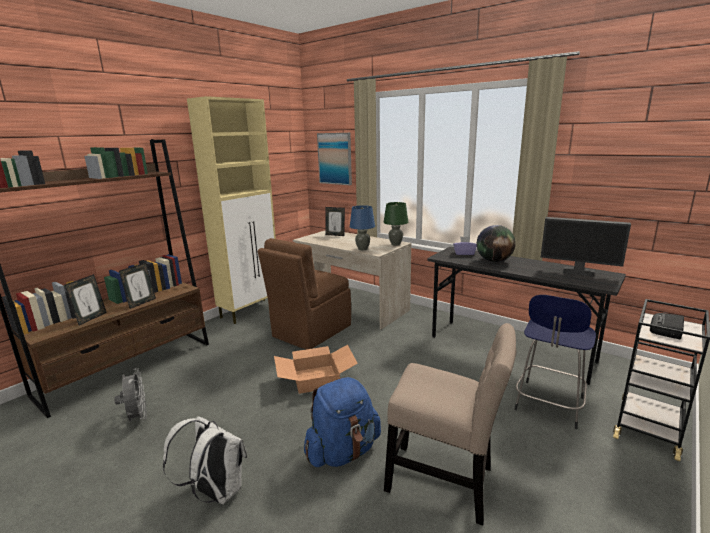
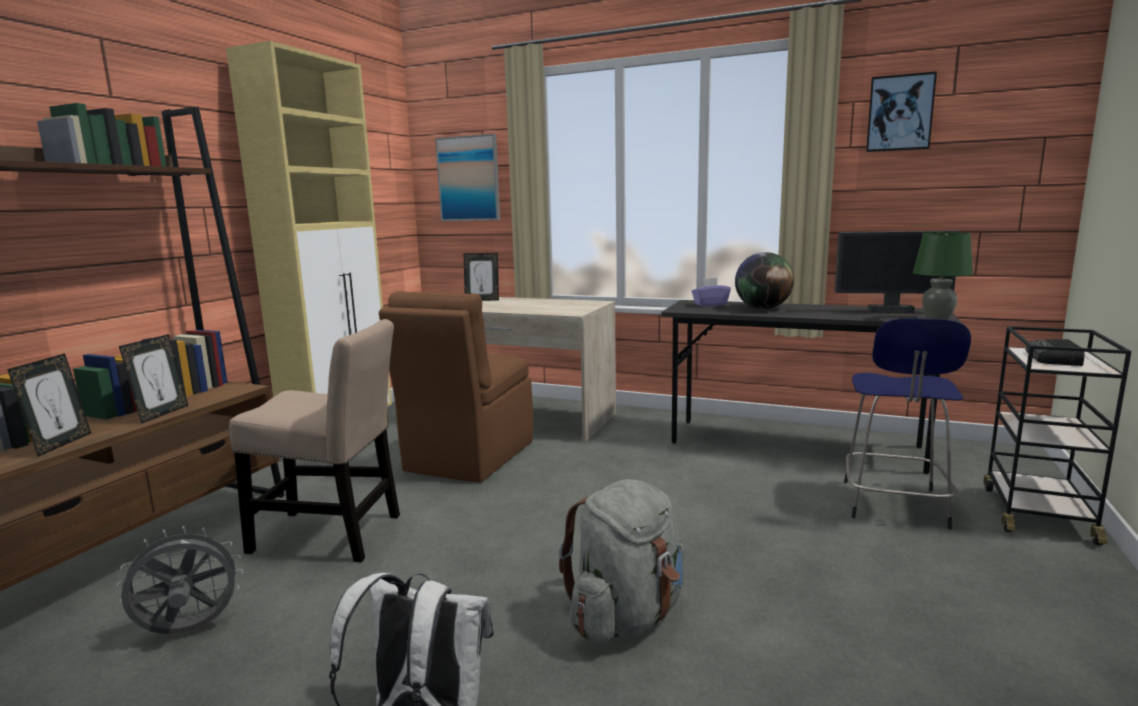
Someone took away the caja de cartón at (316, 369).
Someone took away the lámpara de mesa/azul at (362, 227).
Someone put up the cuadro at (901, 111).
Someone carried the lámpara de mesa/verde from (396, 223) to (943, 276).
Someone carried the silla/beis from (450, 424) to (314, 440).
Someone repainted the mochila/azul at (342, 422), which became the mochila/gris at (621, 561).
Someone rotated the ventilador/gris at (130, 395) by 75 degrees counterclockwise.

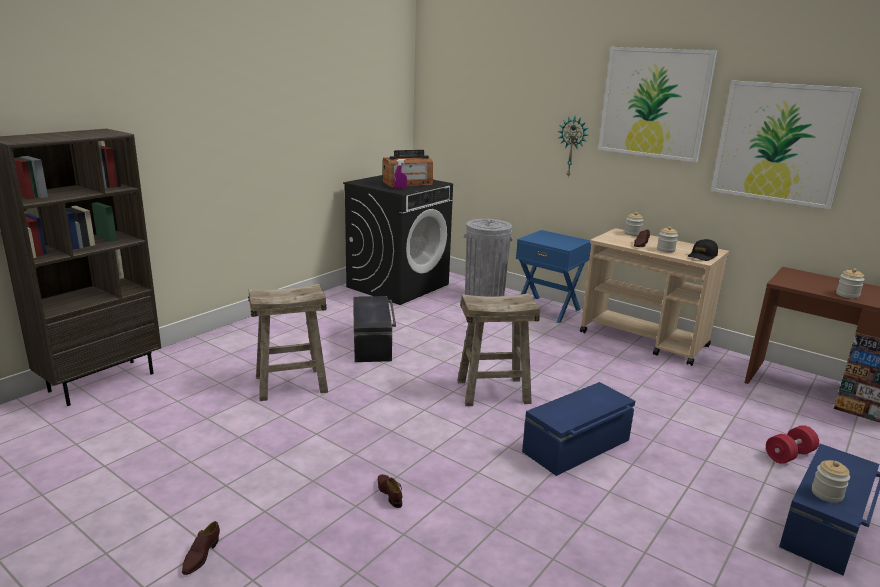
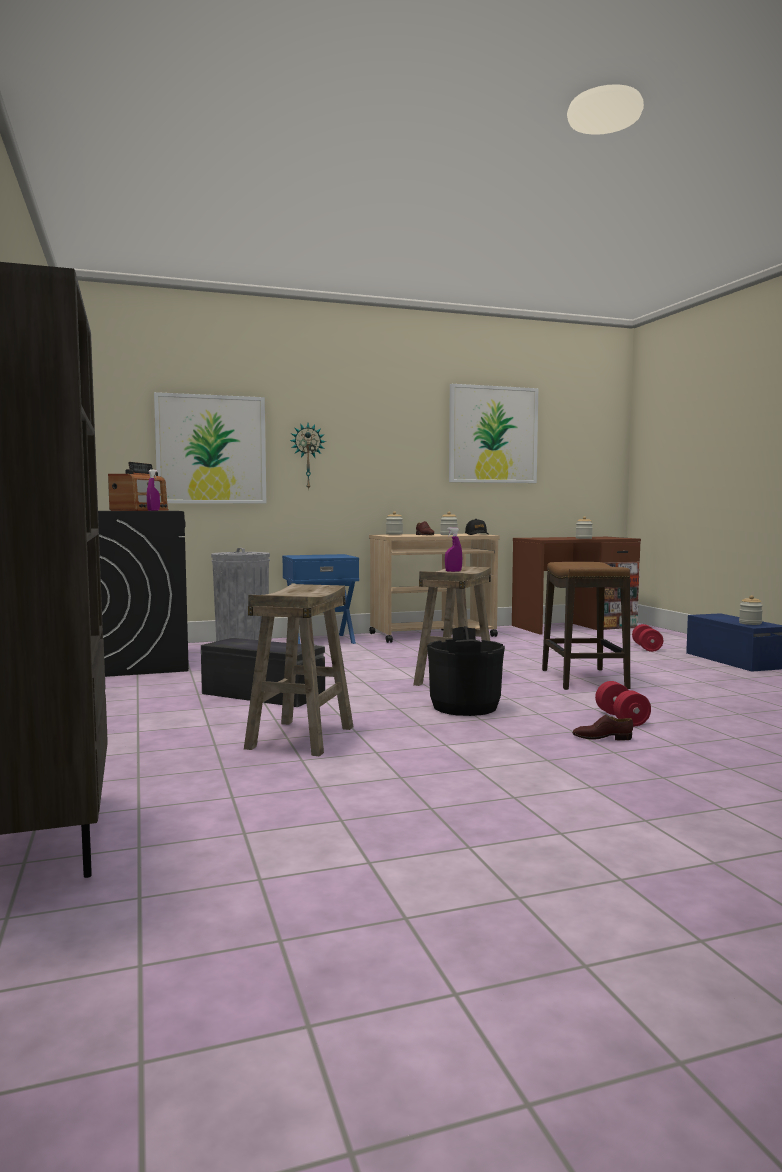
Someone took away the zapato/marrón at (201, 548).
Someone put down the cubo/negro at (466, 671).
Someone put down the pulverizador/morado at (453, 549).
Someone put down the mancuerna/rojo at (623, 703).
Someone carried the cuadro from (657, 104) to (210, 447).
Someone swapped the caja de almacenaje/azul at (578, 429) for the taburete at (586, 626).

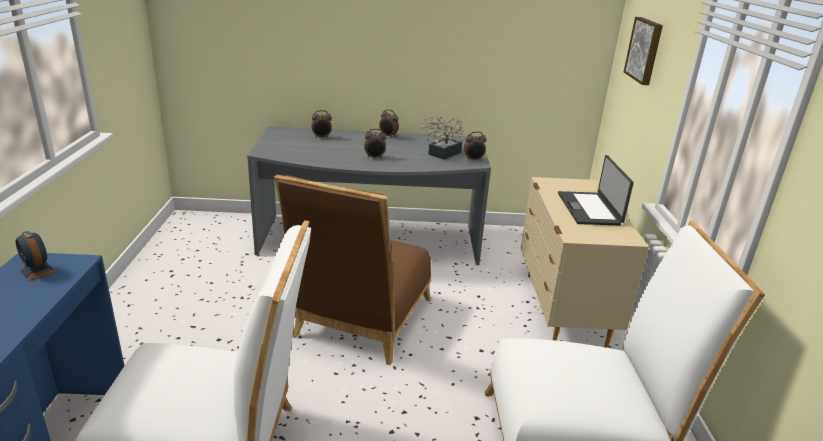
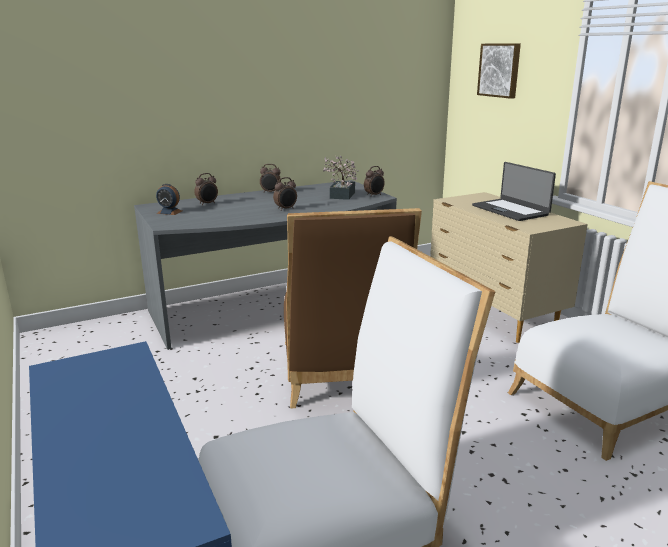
Someone carried the despertador from (35, 256) to (169, 199).

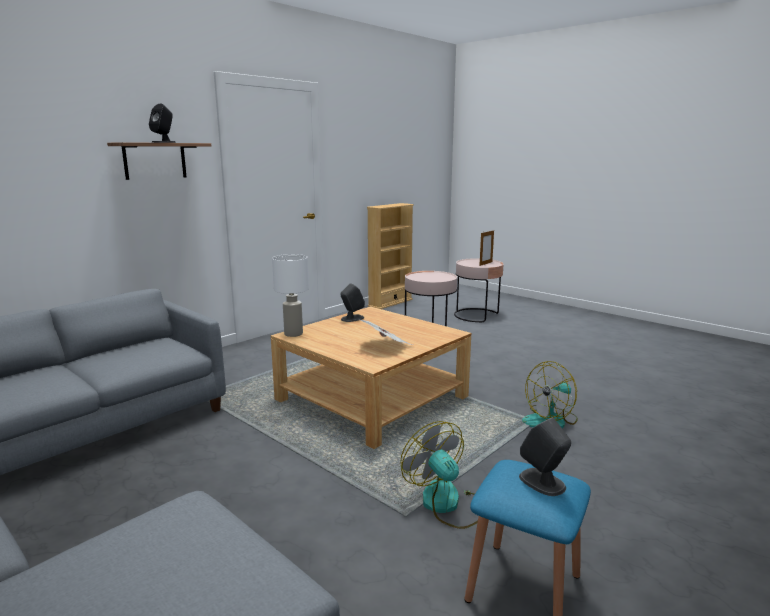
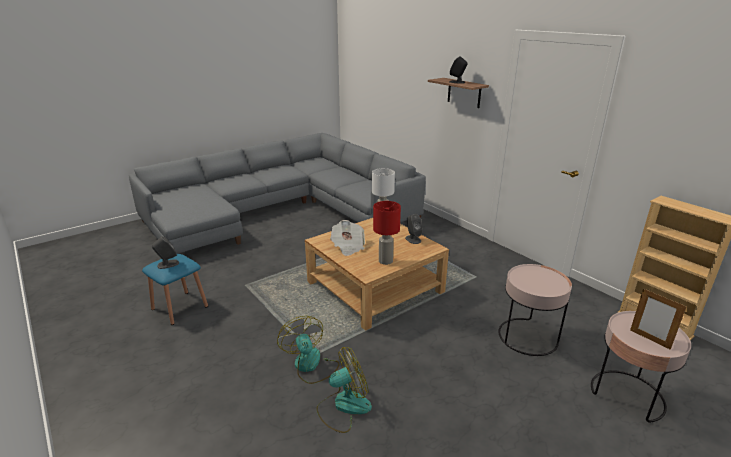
Someone put down the lámpara de mesa/rojo at (387, 233).
Someone carried the ventilador from (439, 475) to (344, 390).

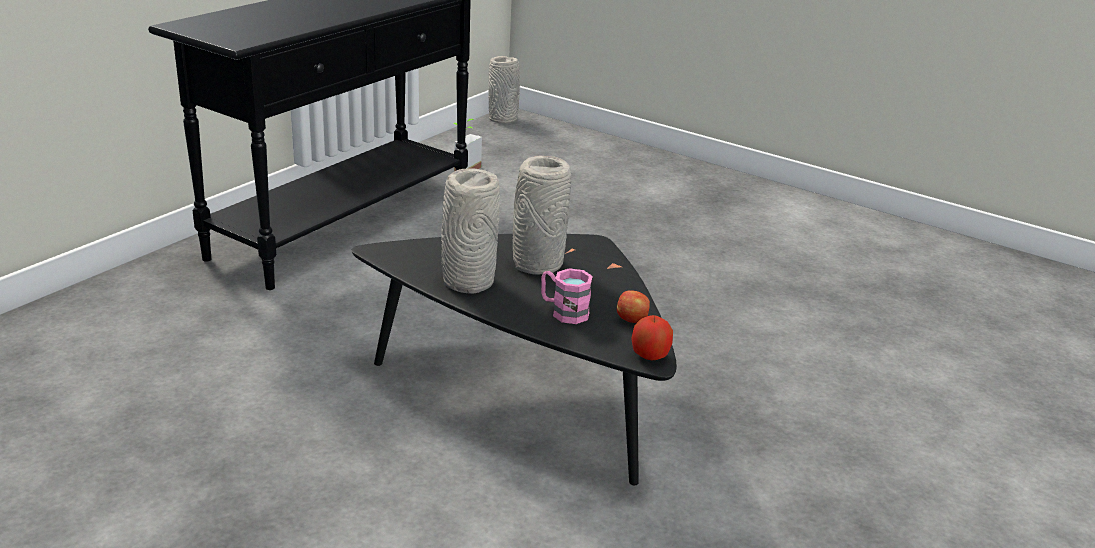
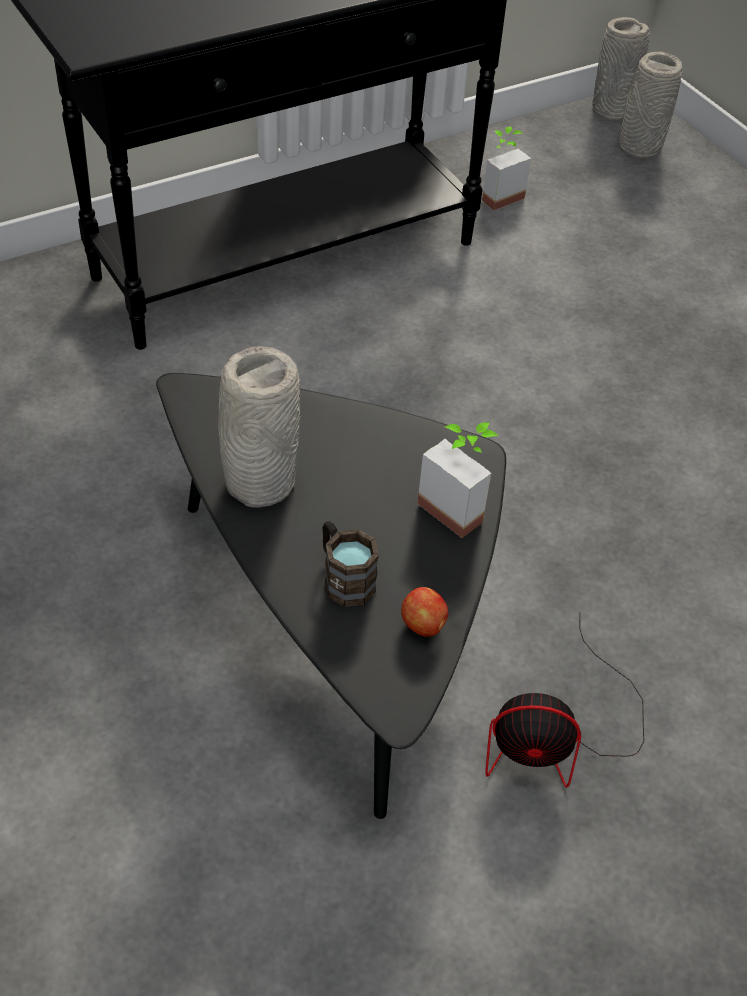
Someone took away the manzana at (652, 337).
Someone put down the planta en maceta at (458, 480).
Someone put down the ventilador at (564, 700).
Someone carried the florero/gris from (542, 215) to (651, 104).
Someone repainted the taza grande/rosa at (567, 296), which became the taza grande/marrón at (350, 564).

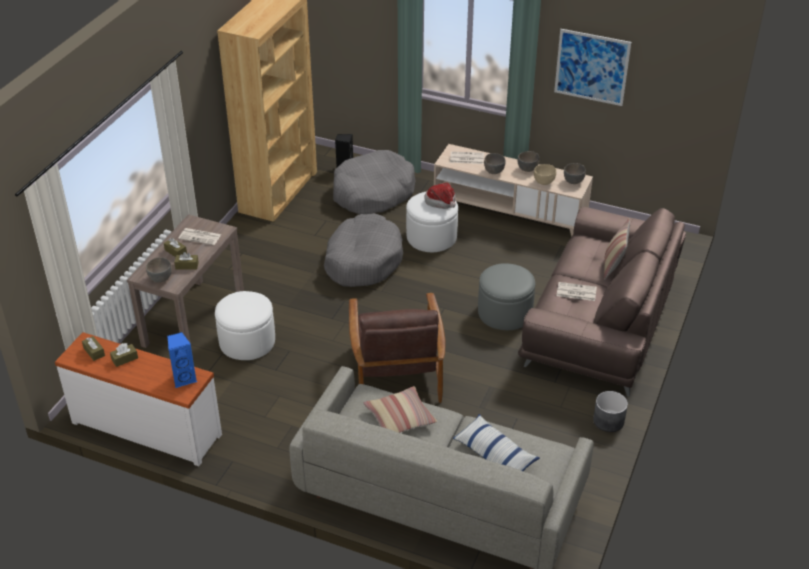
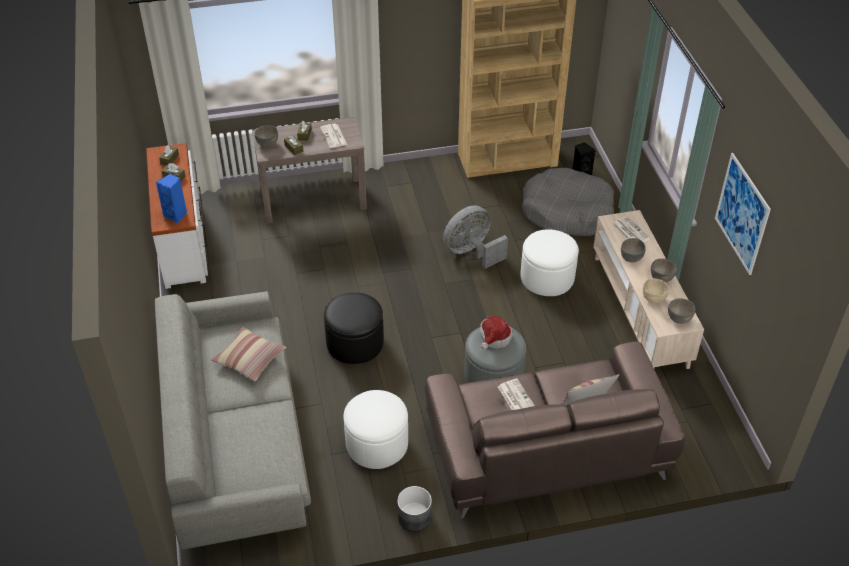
Someone took away the cojín at (496, 442).
Someone carried the puf/blanco from (245, 325) to (375, 429).
Someone carried the sombrero from (440, 196) to (496, 333).
Someone swapped the cama para perro/gris at (363, 250) for the ventilador/gris at (475, 237).
Someone swapped the sillón/marrón at (397, 348) for the puf/negro at (354, 328).

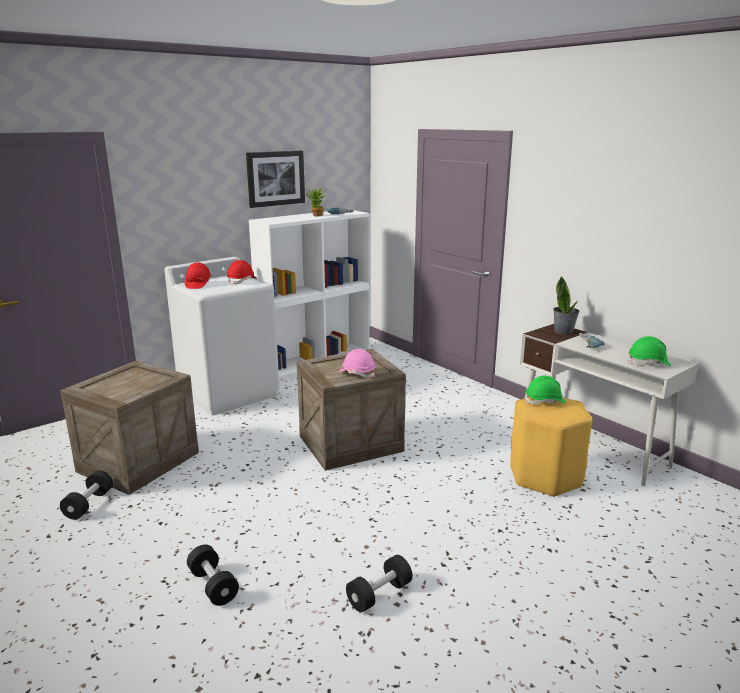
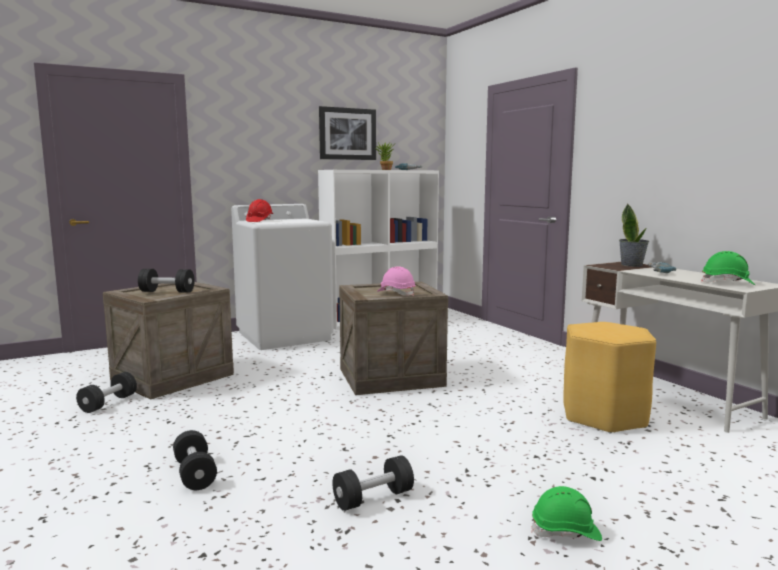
Someone took away the casco/rojo at (242, 272).
Someone put down the mancuerna/negro at (166, 281).
Someone carried the casco/verde from (546, 390) to (566, 513).

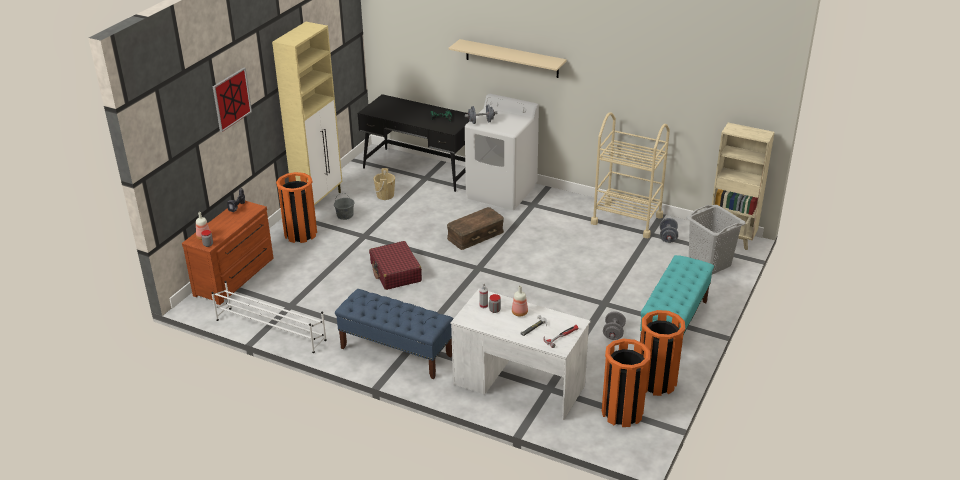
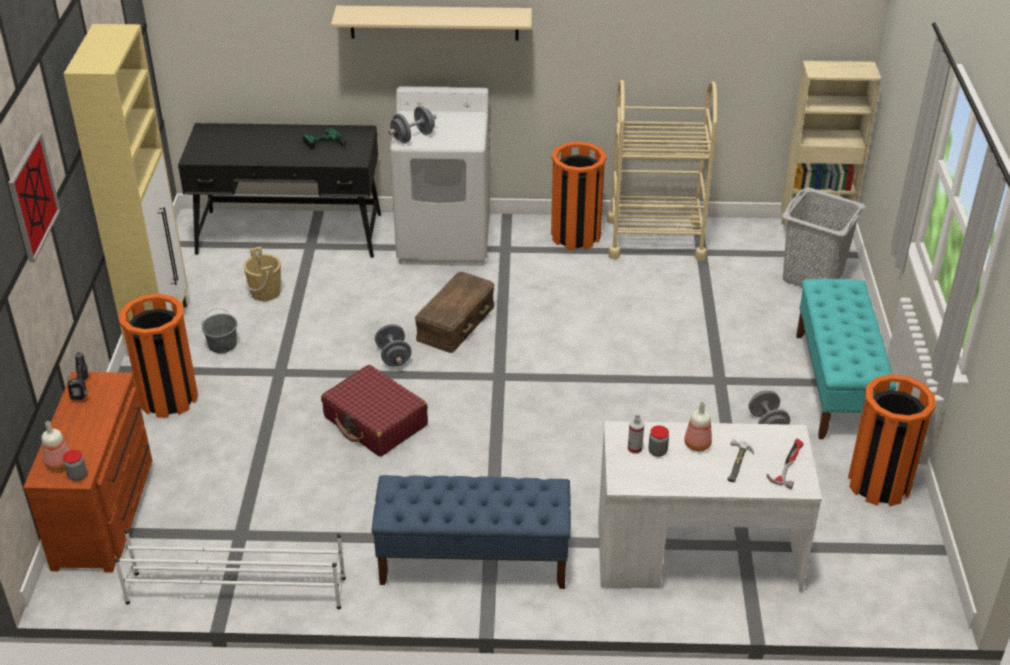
Someone carried the papelera/naranja from (626, 382) to (579, 195).
Someone carried the mancuerna/gris from (669, 230) to (393, 345).

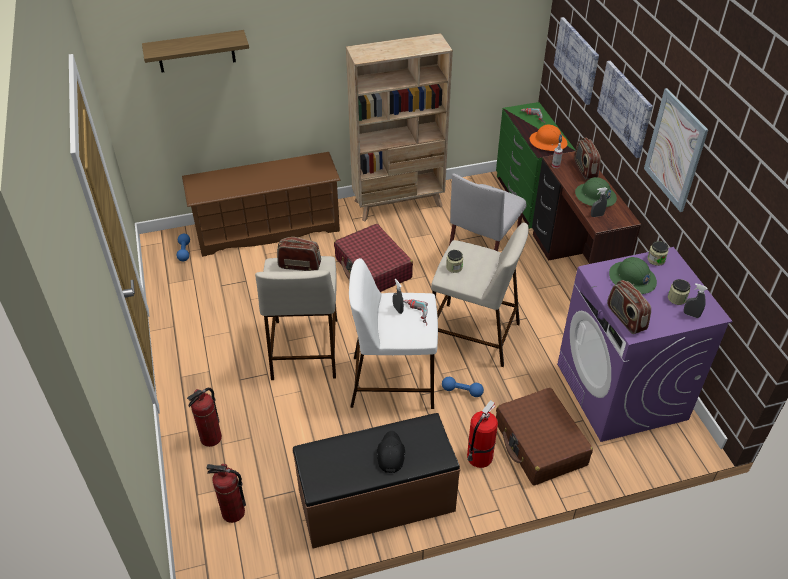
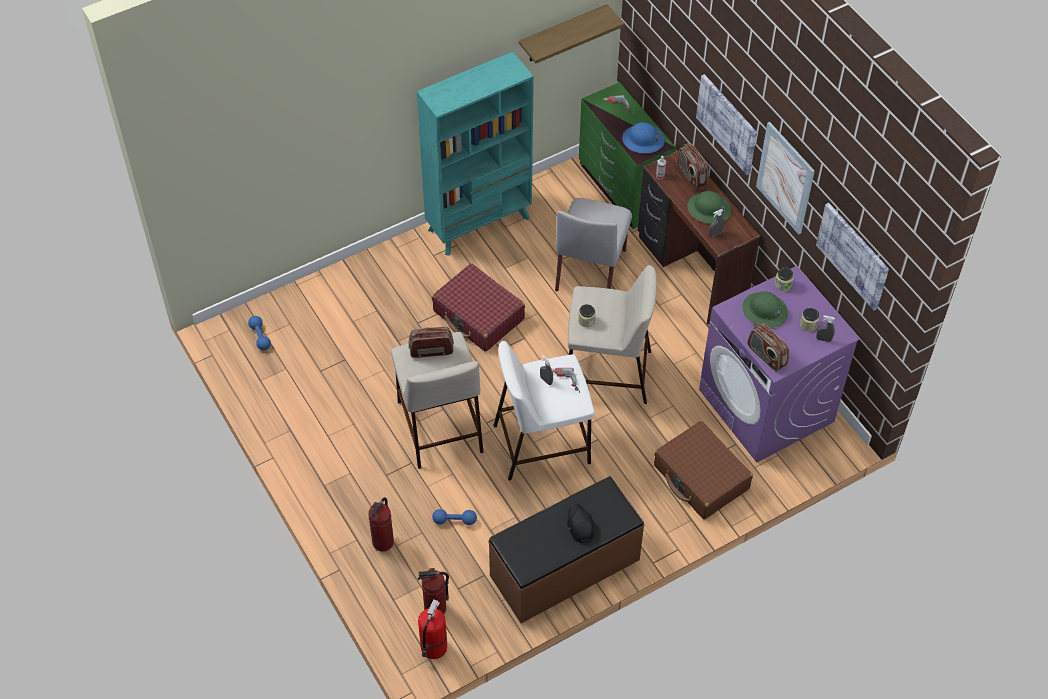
Someone took away the zapatero/marrón at (261, 204).
Someone carried the estante from (195, 51) to (571, 34).
Someone carried the mancuerna/azul from (463, 387) to (454, 517).
Someone carried the extintor from (482, 434) to (432, 629).
Someone carried the cuadro from (576, 61) to (852, 256).
Someone repainted the estantería/beis at (399, 127), which became the estantería/turquesa at (475, 153).
Someone repainted the casco/naranja at (549, 137), which became the casco/azul at (643, 137).

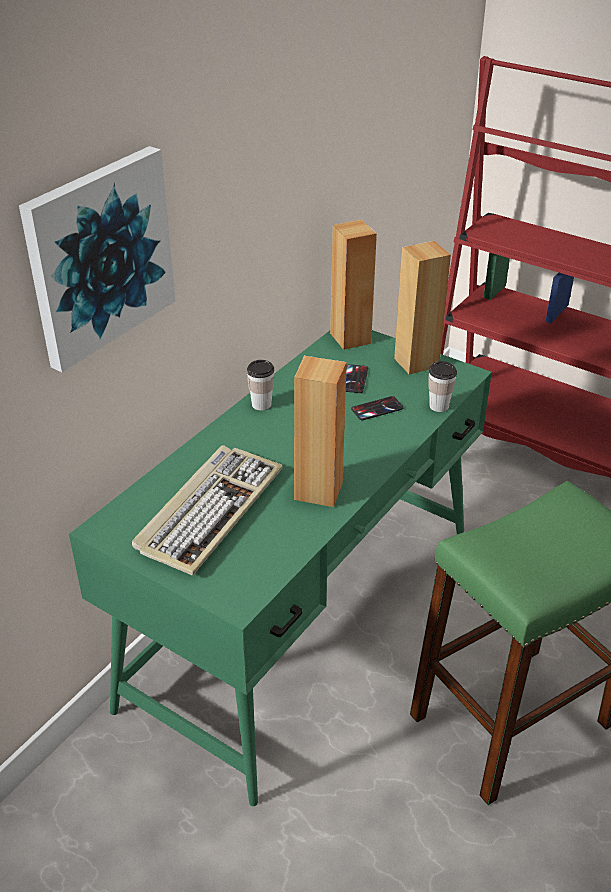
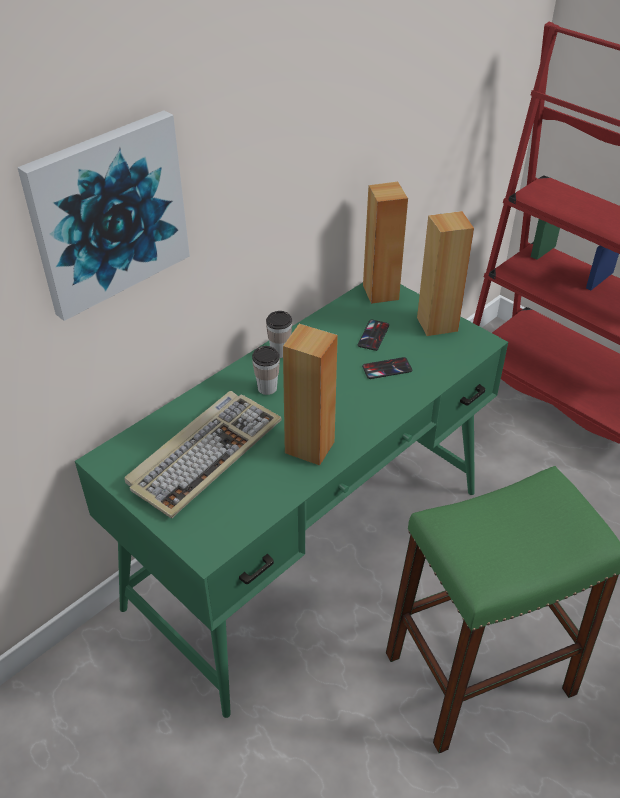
Someone carried the taza from (443, 386) to (266, 370).

